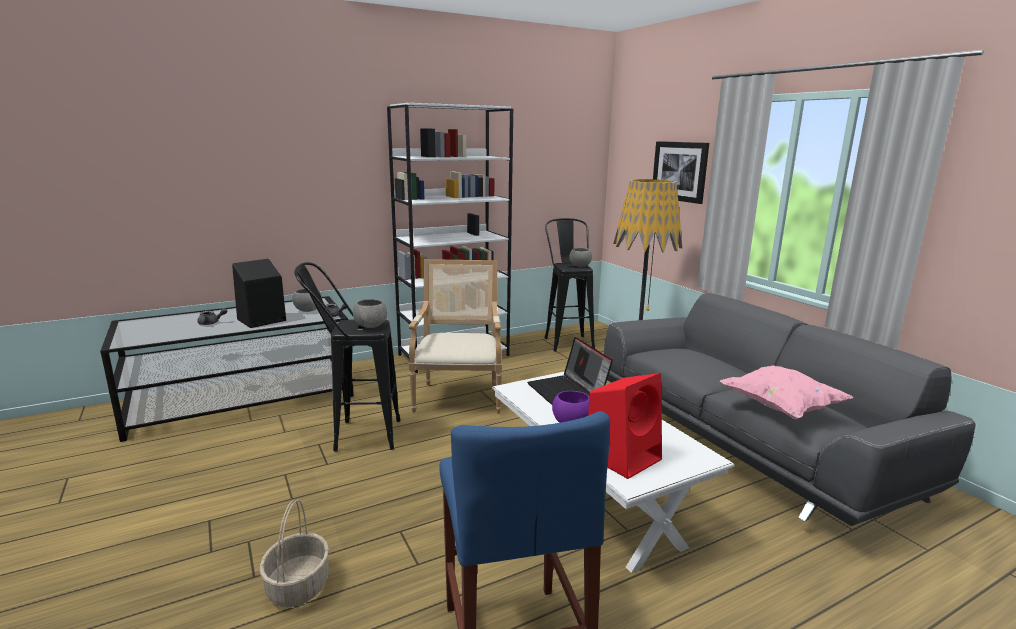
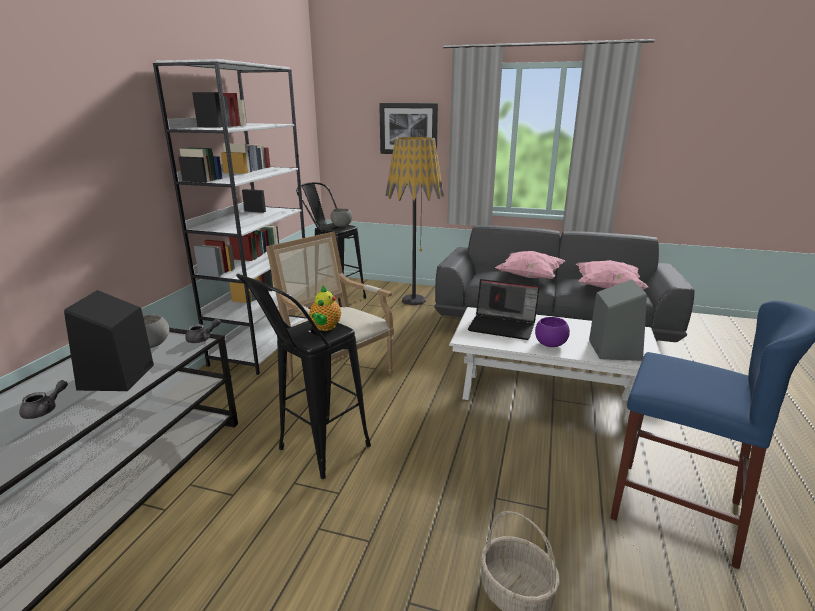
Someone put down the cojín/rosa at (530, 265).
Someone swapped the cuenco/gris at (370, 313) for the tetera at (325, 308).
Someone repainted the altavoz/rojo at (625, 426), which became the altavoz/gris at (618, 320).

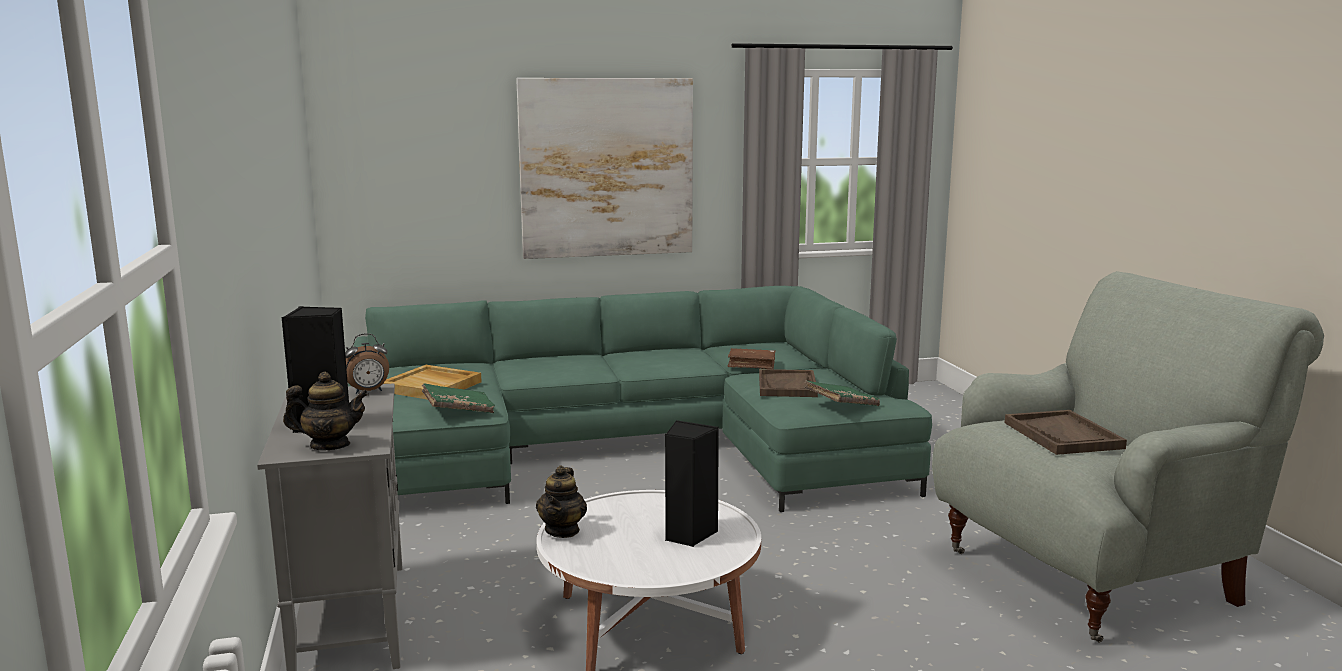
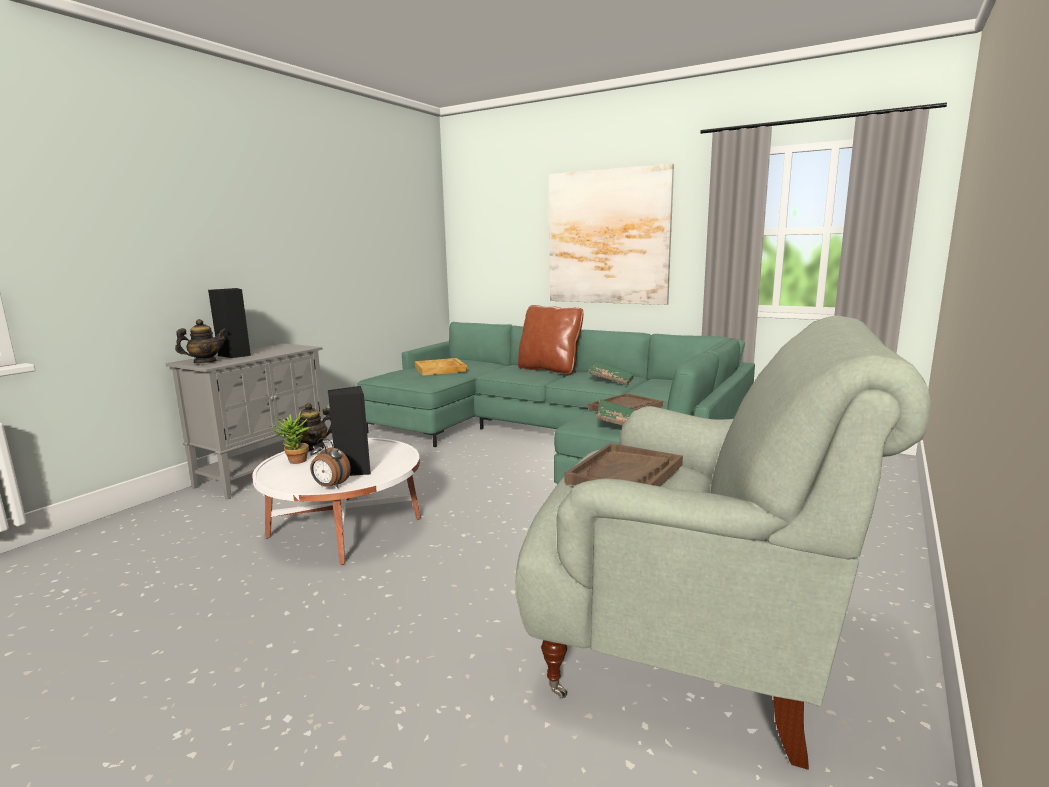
Someone took away the libro/marrón at (751, 358).
Someone put down the planta en maceta at (291, 438).
Someone put down the cojín/marrón at (550, 339).
Someone carried the despertador from (367, 363) to (330, 463).
Someone carried the libro/verde from (458, 398) to (611, 373).
Someone rotated the tetera at (326, 411) by 75 degrees counterclockwise.

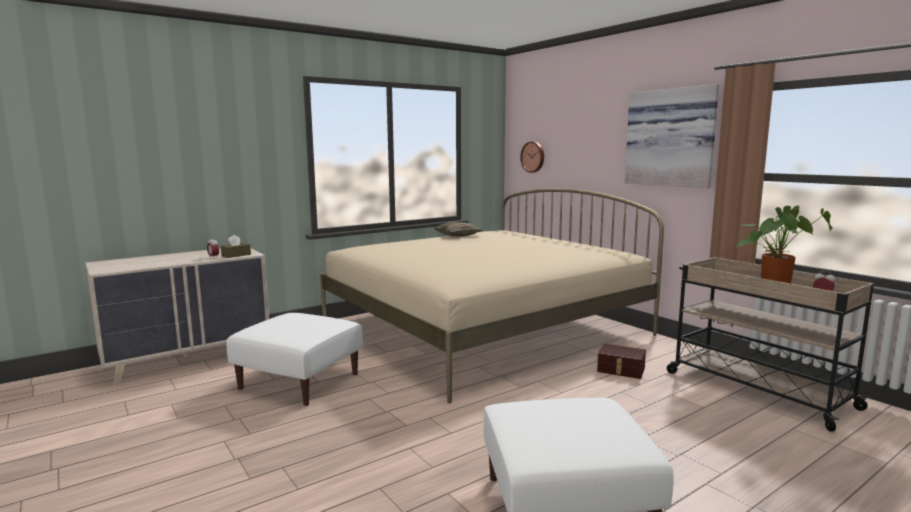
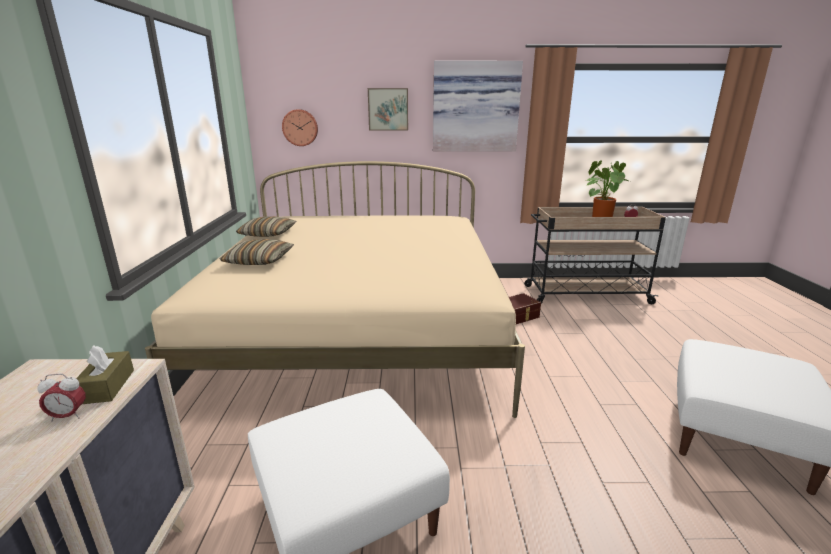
Someone put down the cojín at (257, 252).
Someone put up the cuadro at (388, 109).

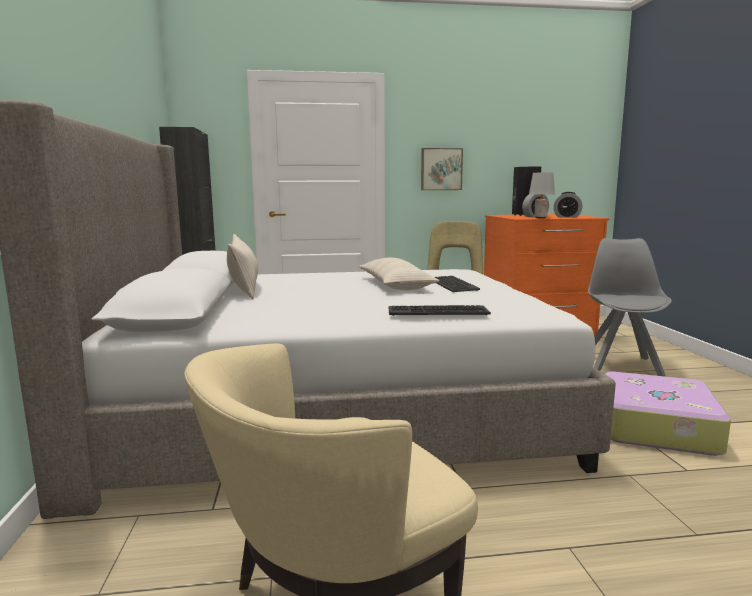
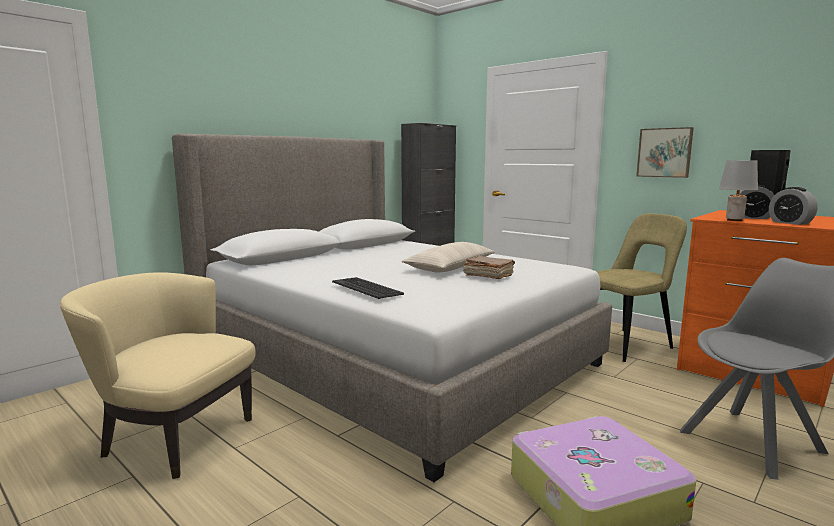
Someone took away the cojín/beis at (242, 266).
Someone swapped the teclado at (457, 284) for the libro/marrón at (489, 267).

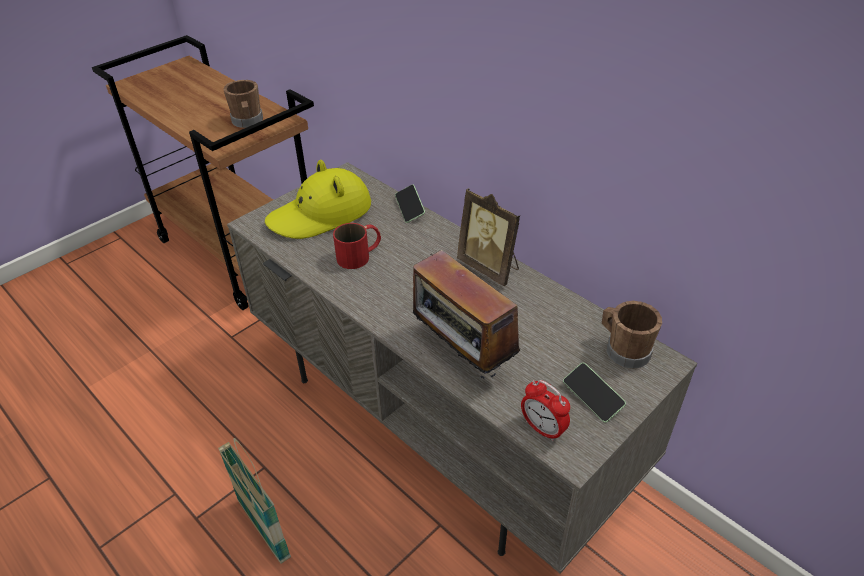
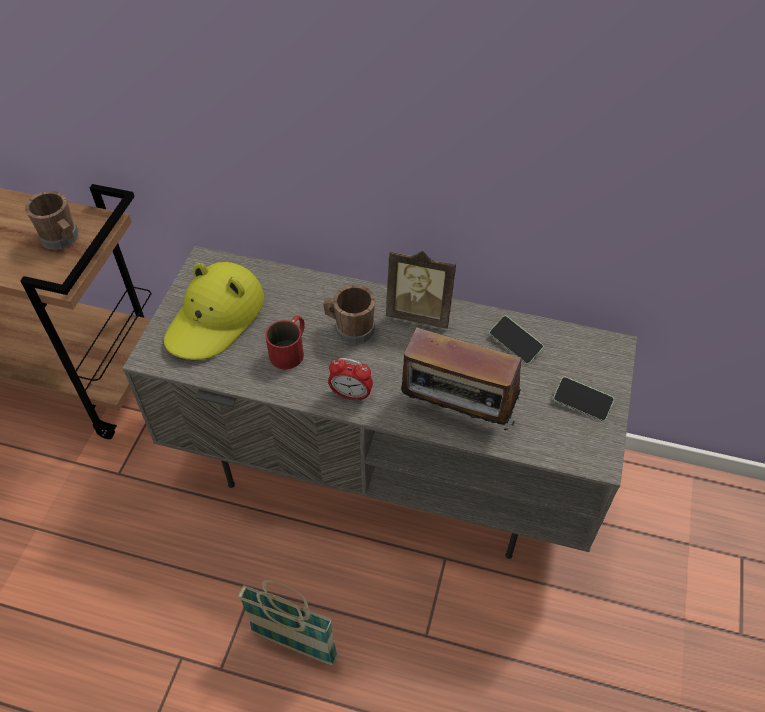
Someone carried the móvil from (410, 203) to (516, 340).
Someone carried the despertador from (545, 410) to (350, 380).
Someone carried the taza grande/marrón from (632, 335) to (349, 315).

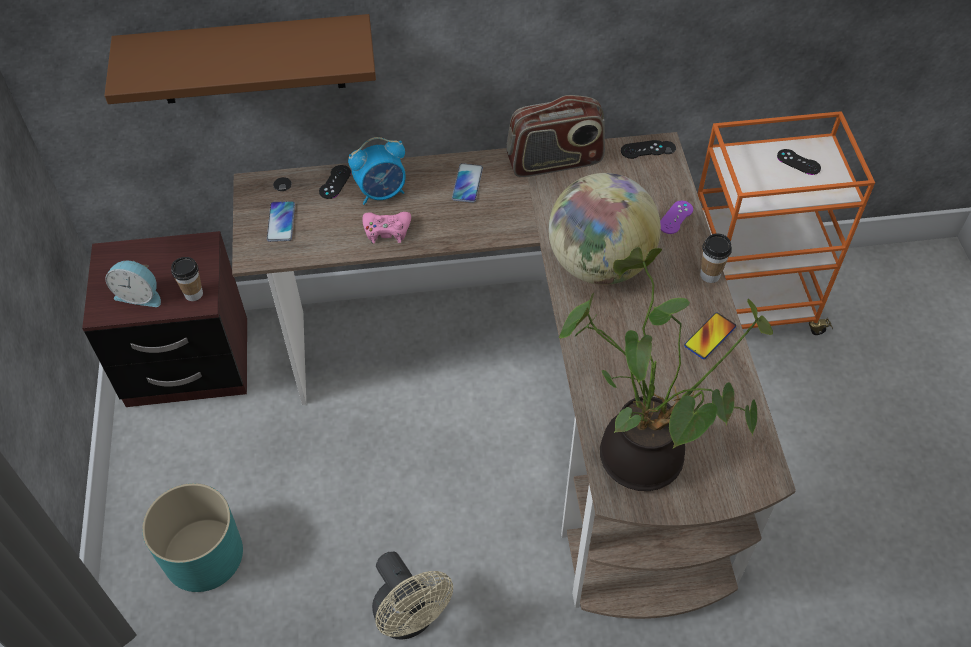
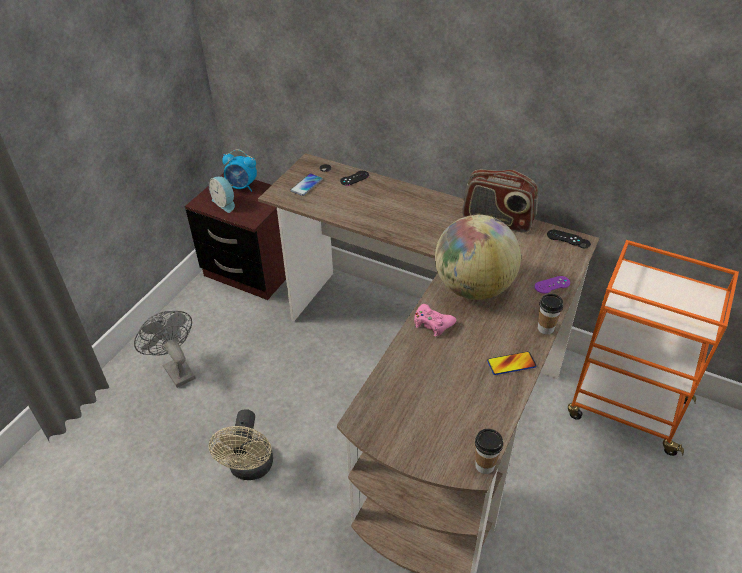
Someone took away the estante/marrón at (240, 59).
Someone took away the móvil at (467, 183).
Someone took away the planta en maceta at (666, 369).
Someone took away the mando de consola/negro at (799, 162).
Someone carried the taza from (187, 279) to (489, 451).
Someone carried the despertador from (377, 171) to (239, 170).
Someone carried the mando de consola/rosa from (387, 227) to (435, 320).
Someone swapped the maceta/turquesa at (192, 537) for the ventilador/gris at (165, 349).

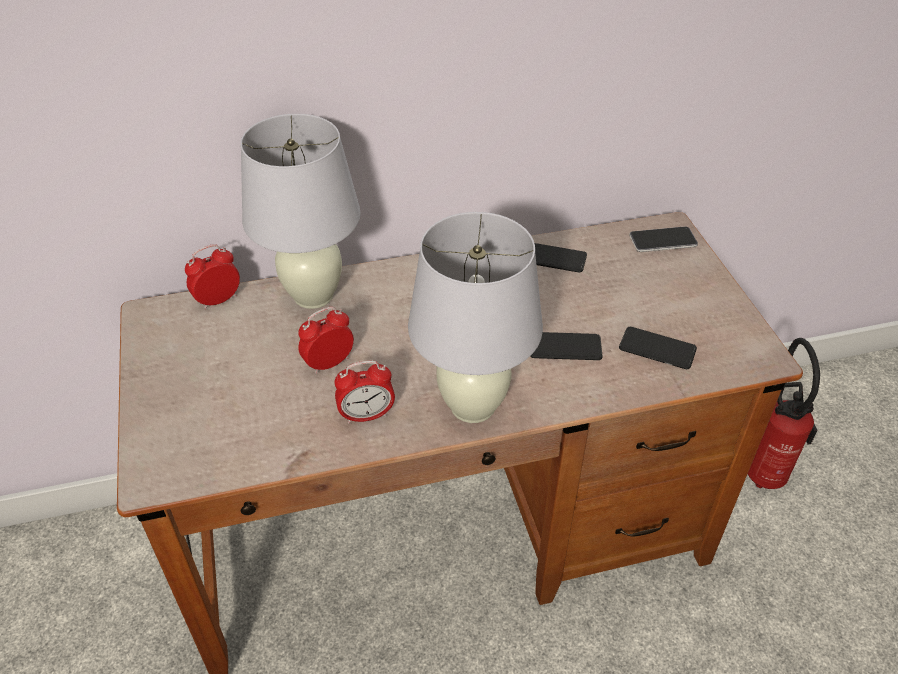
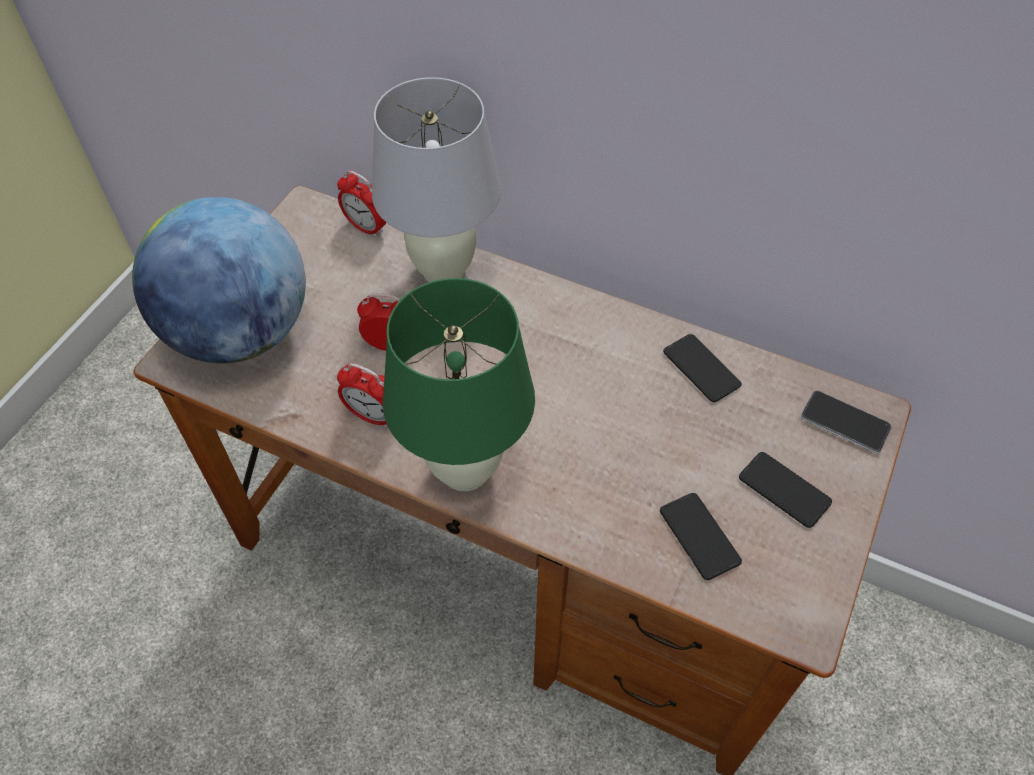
Someone took away the extintor at (784, 413).
Someone put down the globo terráqueo at (219, 280).
Someone carried the móvil from (566, 346) to (785, 490).
Someone repainted the lámpara de mesa/blanco at (475, 317), which became the lámpara de mesa/verde at (459, 384).
Someone rotated the despertador at (212, 276) by 150 degrees counterclockwise.

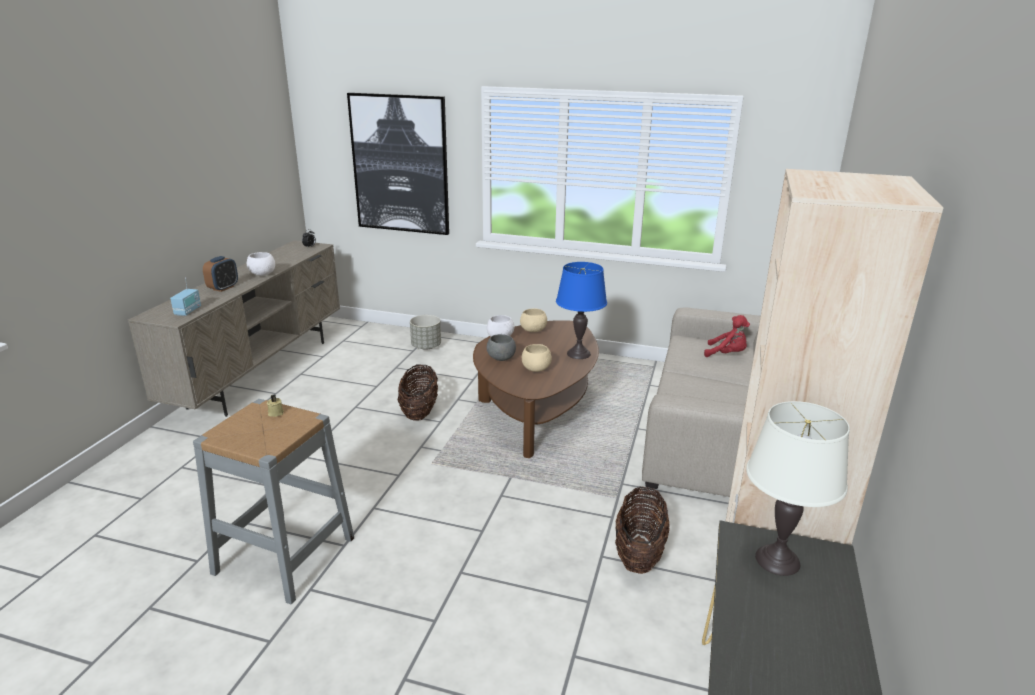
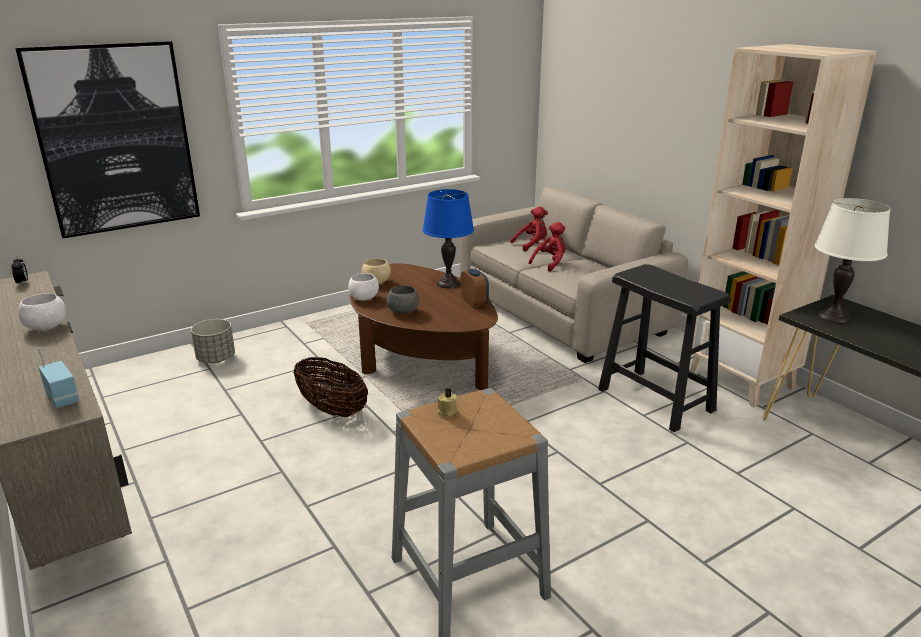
Someone took away the cuenco/beis at (537, 358).
Someone put down the peluche/rojo at (547, 247).
Someone carried the despertador from (220, 274) to (475, 288).
Someone swapped the cesta at (642, 530) for the taburete/negro at (664, 348).

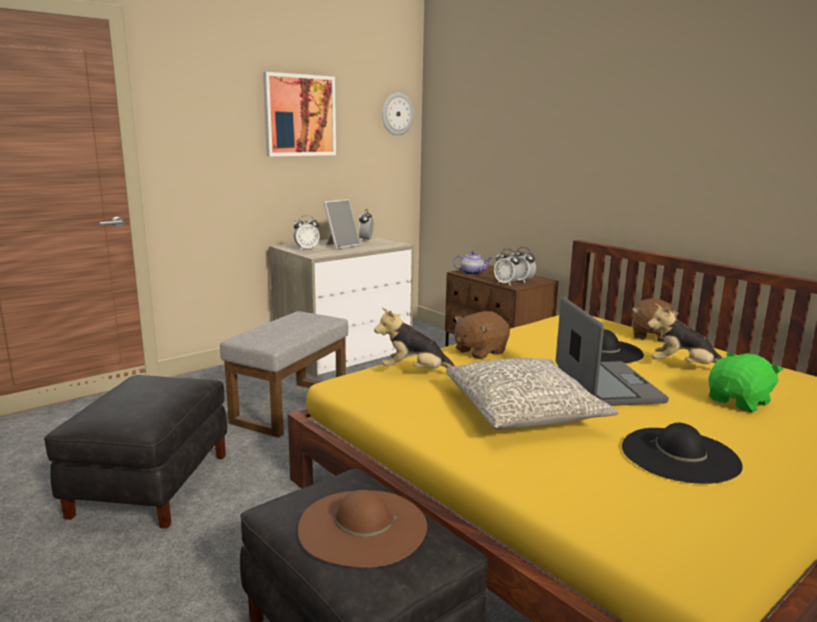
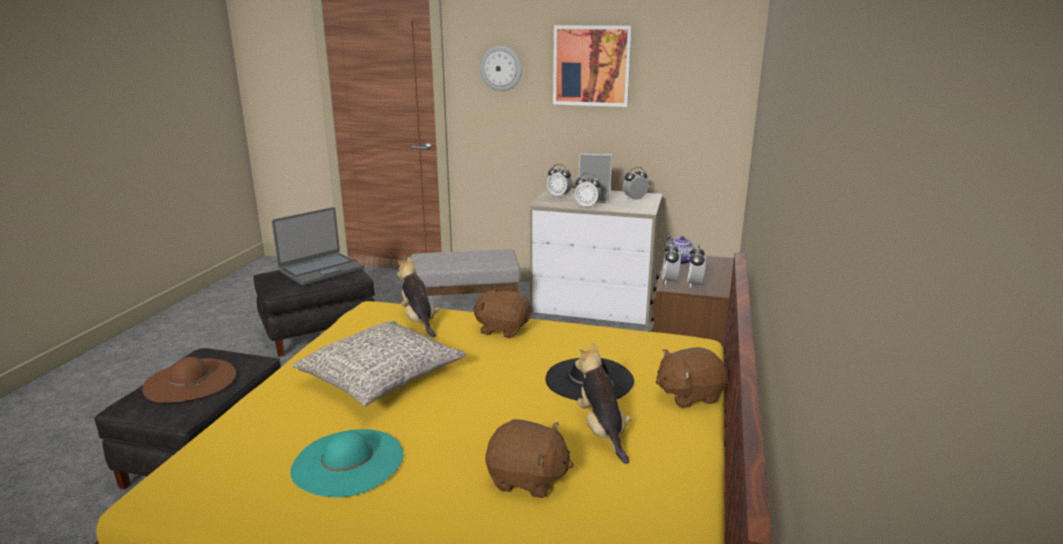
Someone put down the despertador at (588, 190).
Someone carried the reloj de pared from (398, 114) to (501, 68).
Someone carried the portátil from (612, 351) to (318, 246).
Someone repainted the sombrero/negro at (682, 453), which became the sombrero/turquesa at (346, 463).
Someone repainted the peluche/verde at (746, 382), which became the peluche/marrón at (529, 458).

